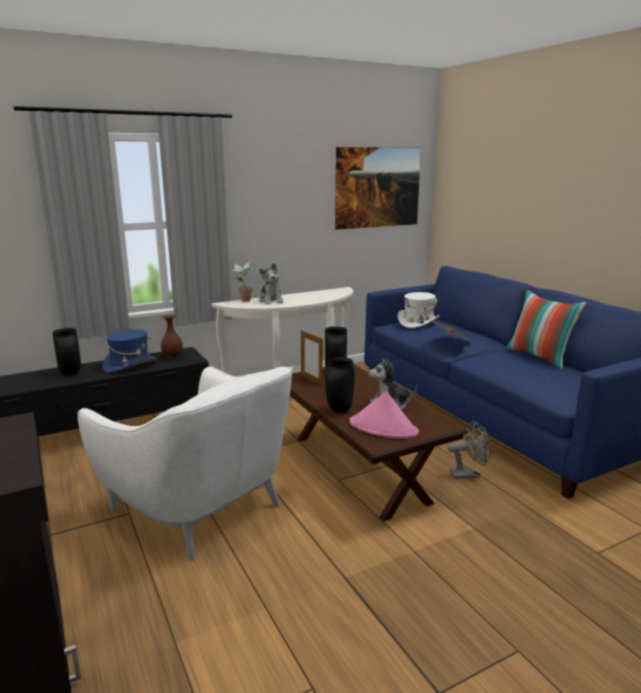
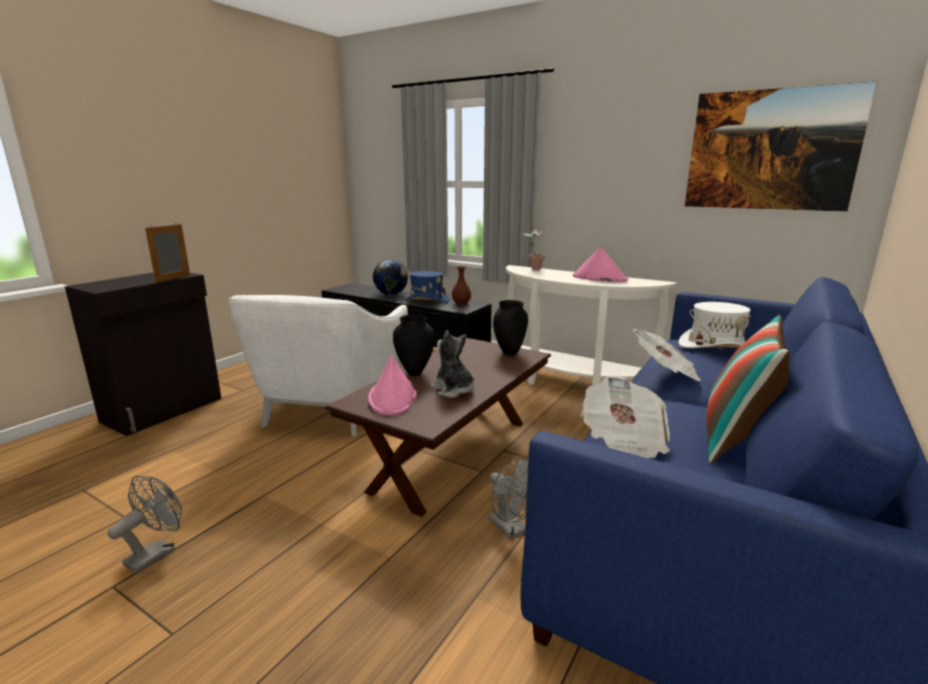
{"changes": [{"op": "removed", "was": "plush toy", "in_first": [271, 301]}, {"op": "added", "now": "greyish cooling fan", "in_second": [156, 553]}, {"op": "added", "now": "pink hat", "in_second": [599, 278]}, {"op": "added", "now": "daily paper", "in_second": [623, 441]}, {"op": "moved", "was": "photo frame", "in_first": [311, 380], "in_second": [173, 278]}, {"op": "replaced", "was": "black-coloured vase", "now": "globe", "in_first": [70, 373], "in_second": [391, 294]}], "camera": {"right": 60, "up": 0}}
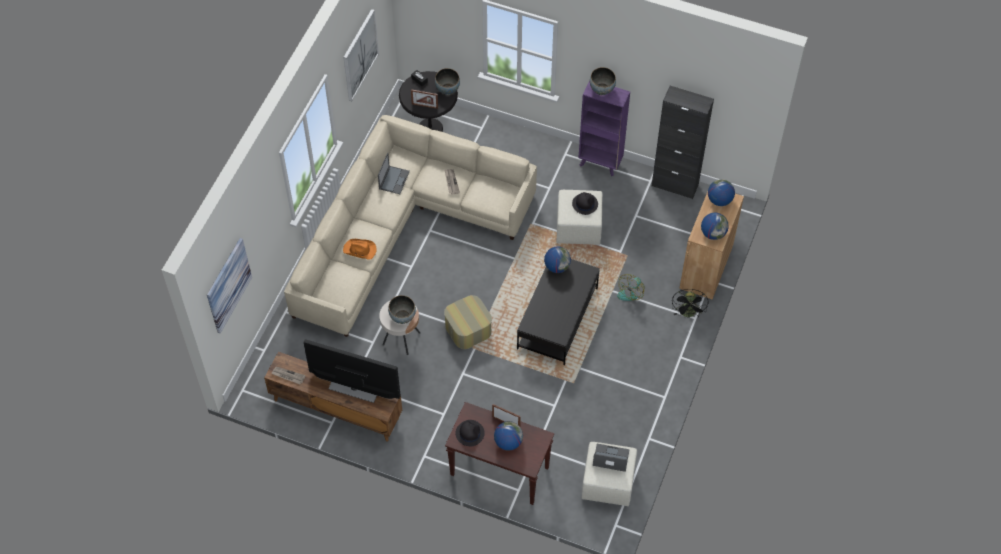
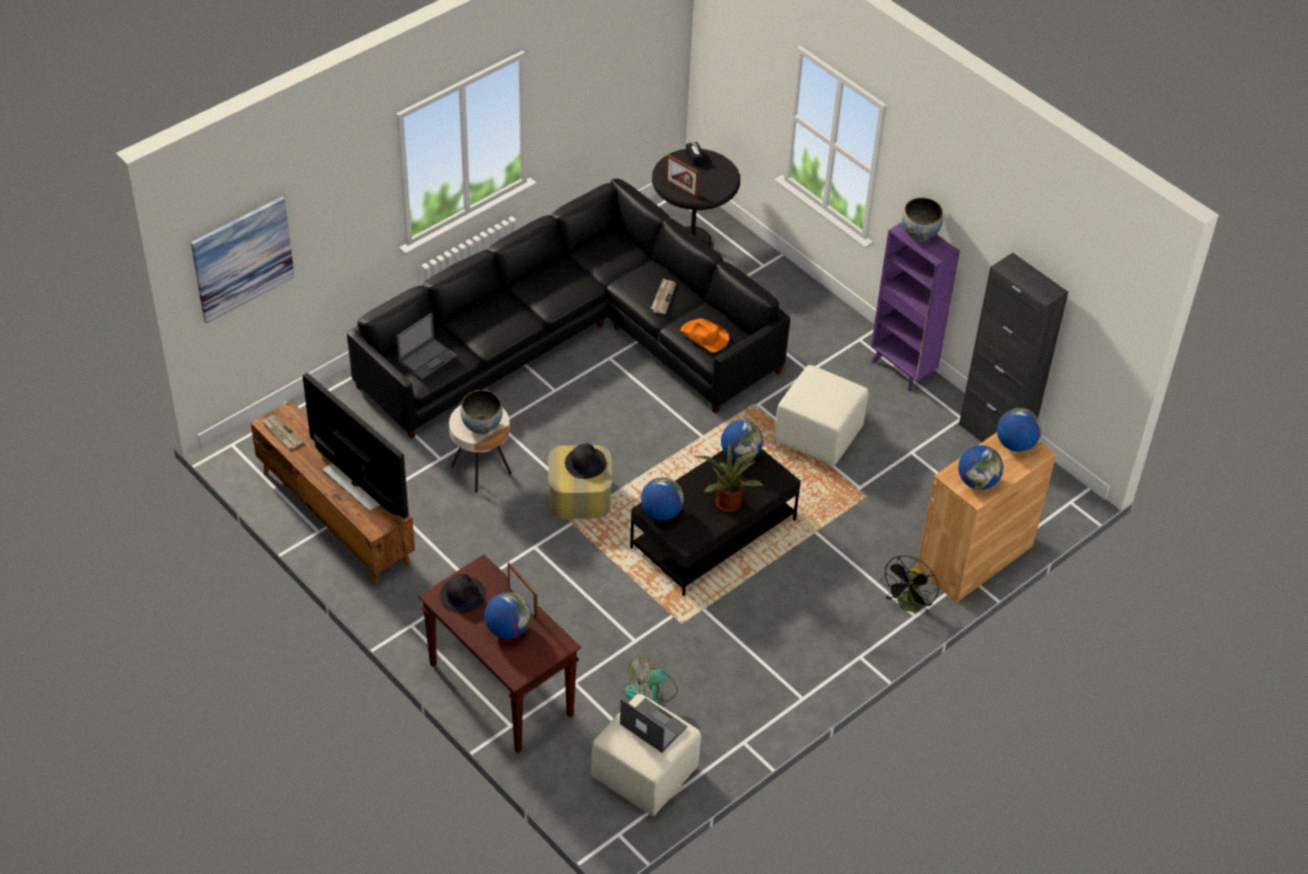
{"changes": [{"op": "removed", "was": "wall art", "in_first": [360, 55]}, {"op": "removed", "was": "bowl", "in_first": [447, 89]}, {"op": "added", "now": "globe", "in_second": [661, 512]}, {"op": "added", "now": "plant in a pot", "in_second": [728, 501]}, {"op": "moved", "was": "orange hat", "in_first": [360, 250], "in_second": [704, 337]}, {"op": "moved", "was": "portable computer", "in_first": [394, 179], "in_second": [428, 358]}, {"op": "moved", "was": "black-coloured hat", "in_first": [585, 204], "in_second": [585, 463]}, {"op": "moved", "was": "cooling fan", "in_first": [631, 291], "in_second": [651, 692]}, {"op": "recoloured", "was": "beige-coloured settee", "now": "black-coloured settee", "in_first": [402, 227], "in_second": [574, 340]}], "camera": {"right": 25, "up": -10}}
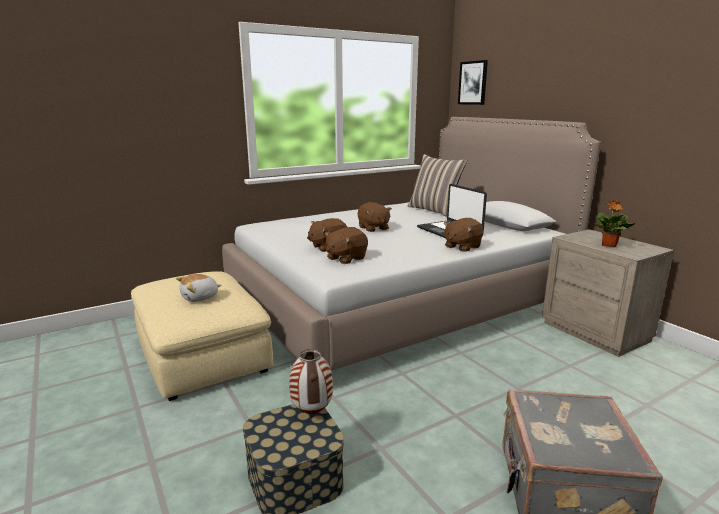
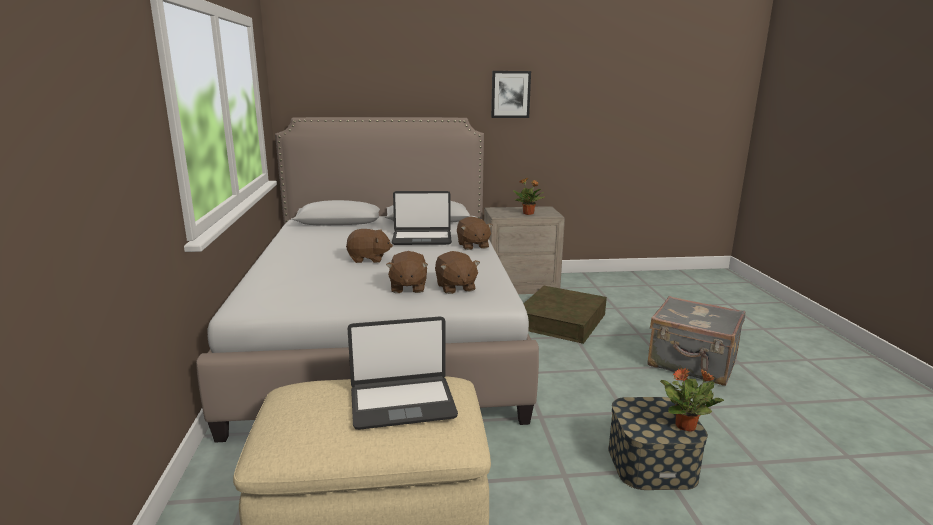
{"changes": [{"op": "removed", "was": "vase", "in_first": [311, 412]}, {"op": "removed", "was": "throw pillow", "in_first": [434, 210]}, {"op": "added", "now": "brown-coloured storage bin", "in_second": [561, 321]}, {"op": "added", "now": "plant in a pot", "in_second": [686, 426]}, {"op": "moved", "was": "wall art", "in_first": [473, 83], "in_second": [510, 94]}, {"op": "replaced", "was": "plush toy", "now": "portable computer", "in_first": [200, 297], "in_second": [402, 403]}], "camera": {"right": -65, "up": 0}}
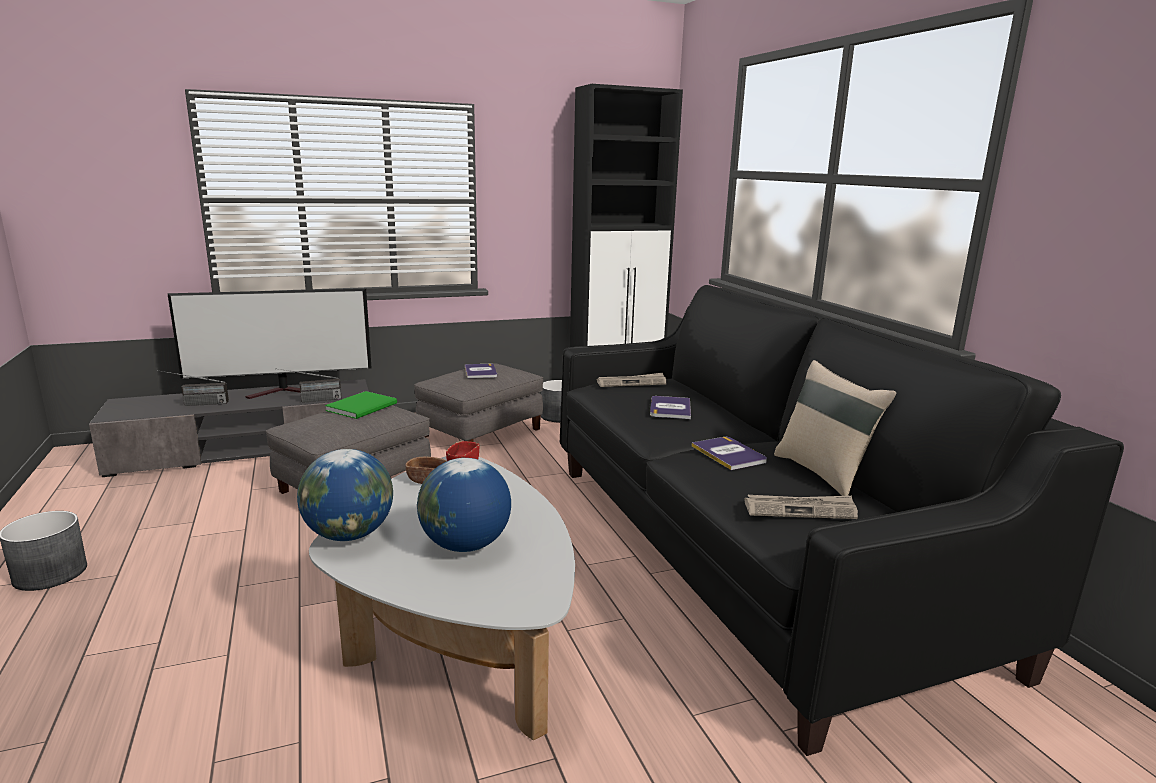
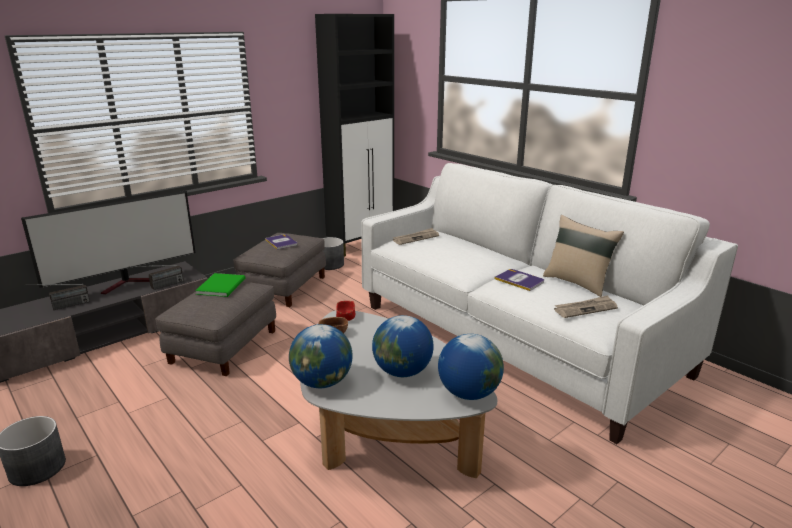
{"changes": [{"op": "removed", "was": "volume", "in_first": [670, 408]}, {"op": "added", "now": "globe", "in_second": [468, 393]}, {"op": "recoloured", "was": "black-coloured settee", "now": "white-coloured settee", "in_first": [745, 552], "in_second": [514, 338]}], "camera": {"right": -20, "up": 5}}
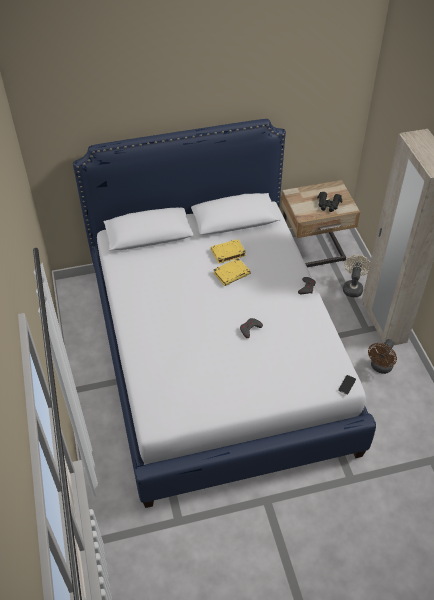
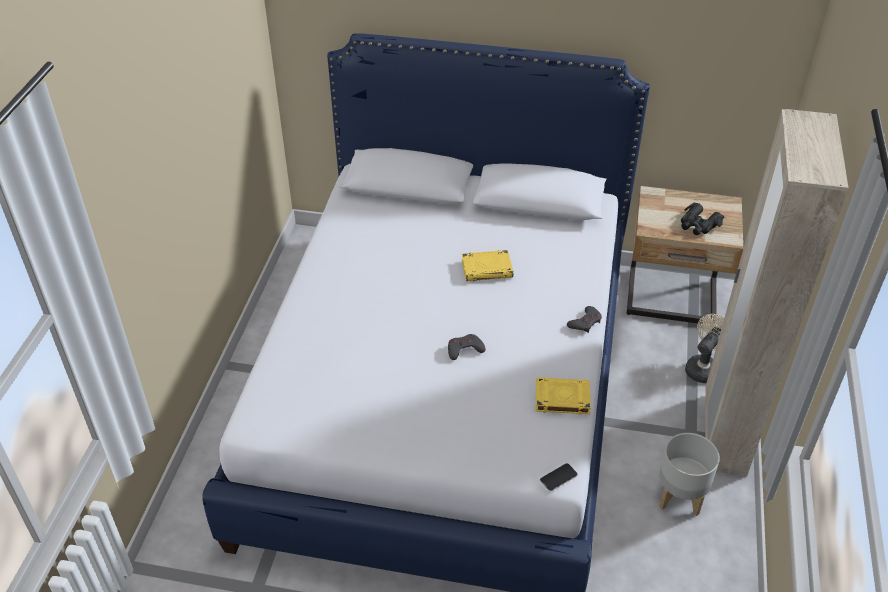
{"changes": [{"op": "moved", "was": "yellow volume", "in_first": [227, 253], "in_second": [561, 398]}, {"op": "replaced", "was": "brown-coloured cooling fan", "now": "greyish plant pot", "in_first": [380, 367], "in_second": [680, 496]}], "camera": {"right": 25, "up": -5}}
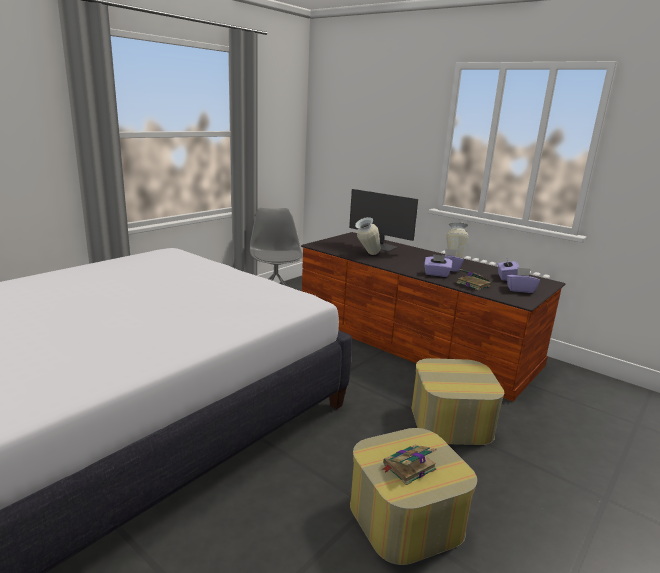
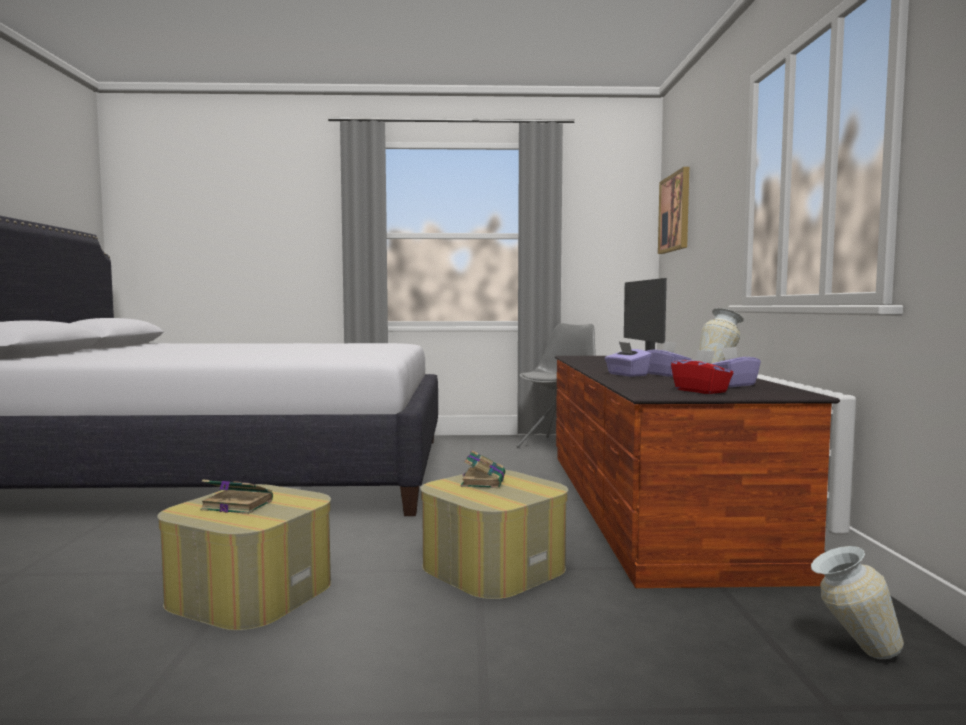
{"changes": [{"op": "added", "now": "wall art", "in_second": [675, 213]}, {"op": "moved", "was": "vase", "in_first": [366, 255], "in_second": [851, 652]}, {"op": "moved", "was": "volume", "in_first": [472, 284], "in_second": [483, 480]}, {"op": "recoloured", "was": "purple tissue box", "now": "red-coloured tissue box", "in_first": [520, 290], "in_second": [701, 391]}], "camera": {"right": 50, "up": -15}}
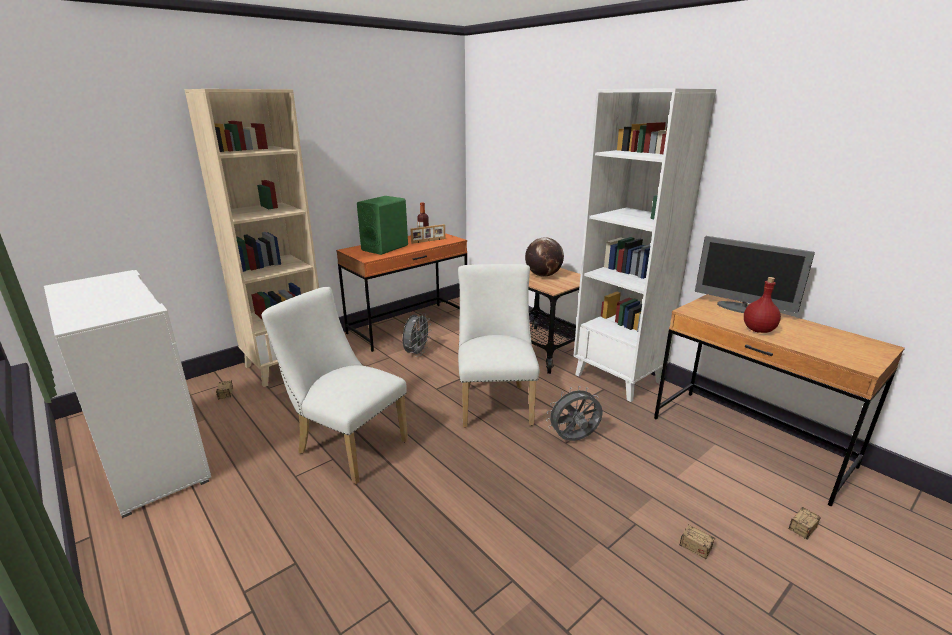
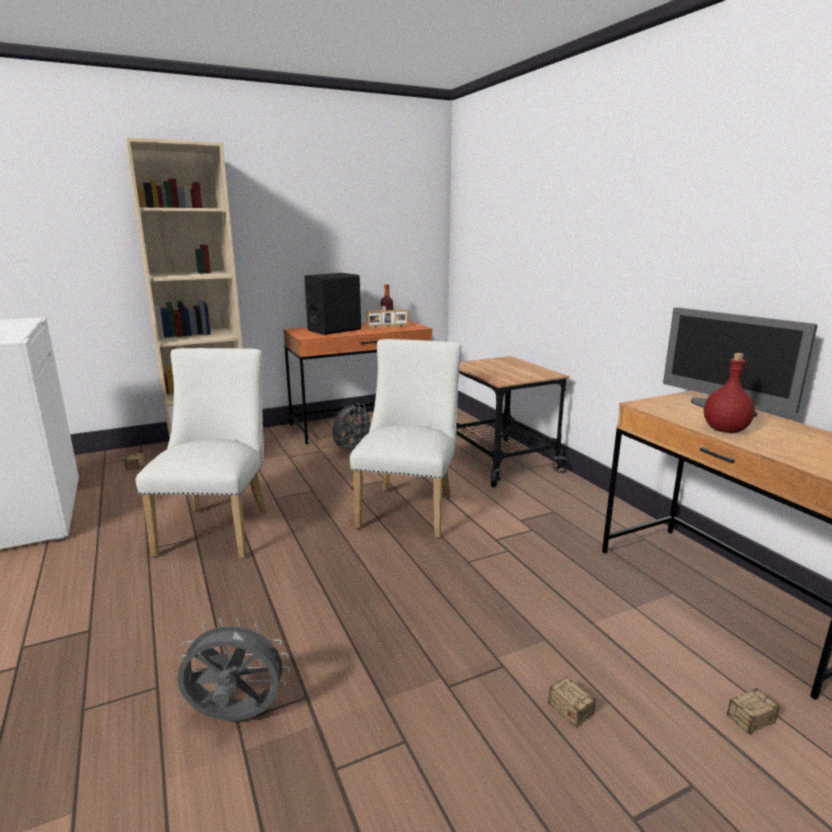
{"changes": [{"op": "removed", "was": "globe", "in_first": [543, 275]}, {"op": "removed", "was": "white-coloured bookshelf", "in_first": [619, 378]}, {"op": "moved", "was": "greyish cooling fan", "in_first": [574, 440], "in_second": [235, 717]}, {"op": "recoloured", "was": "greenish loudspeaker", "now": "black-coloured loudspeaker", "in_first": [385, 248], "in_second": [334, 330]}, {"op": "turned", "was": "white-coloured chair", "in_first": [347, 445], "in_second": [219, 527], "clockwise": 45}], "camera": {"right": 15, "up": -5}}
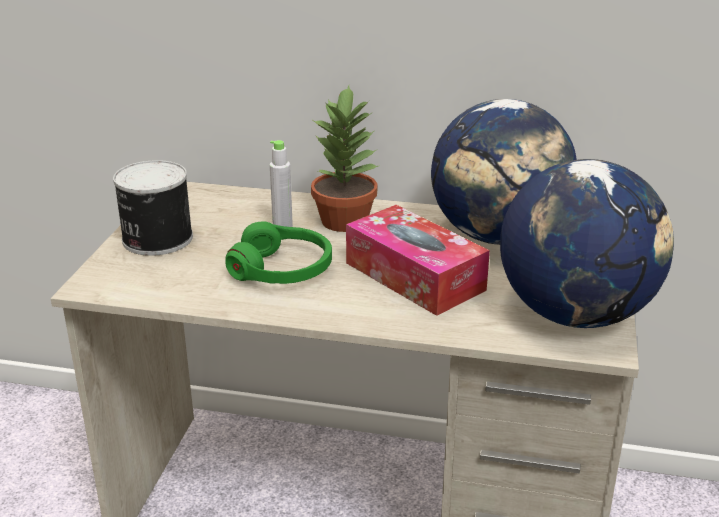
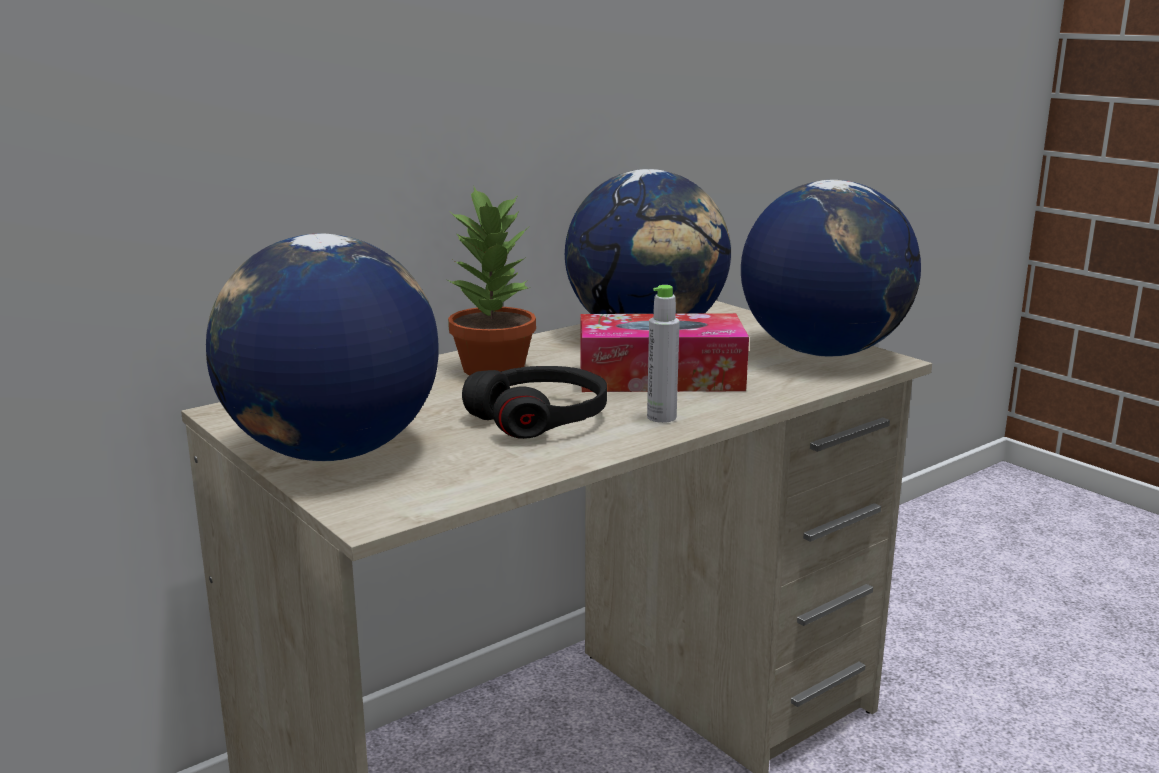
{"changes": [{"op": "moved", "was": "greyish beverage bottle", "in_first": [282, 227], "in_second": [661, 417]}, {"op": "replaced", "was": "metal can", "now": "globe", "in_first": [155, 239], "in_second": [331, 452]}, {"op": "recoloured", "was": "greenish pair of headphones", "now": "black-coloured pair of headphones", "in_first": [282, 269], "in_second": [540, 418]}], "camera": {"right": -50, "up": -10}}
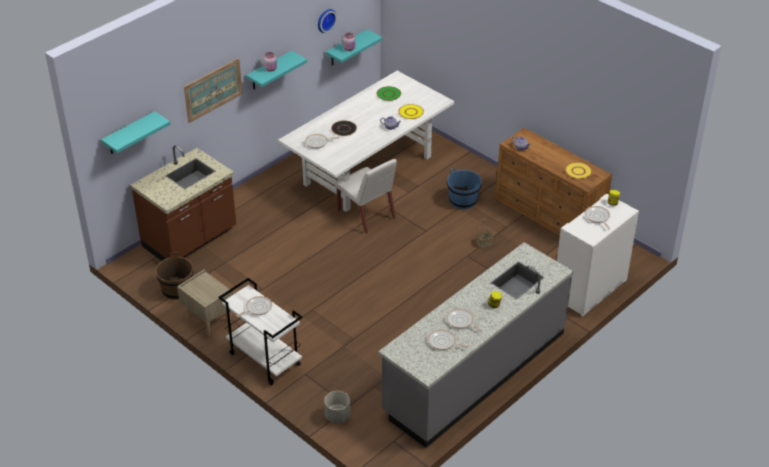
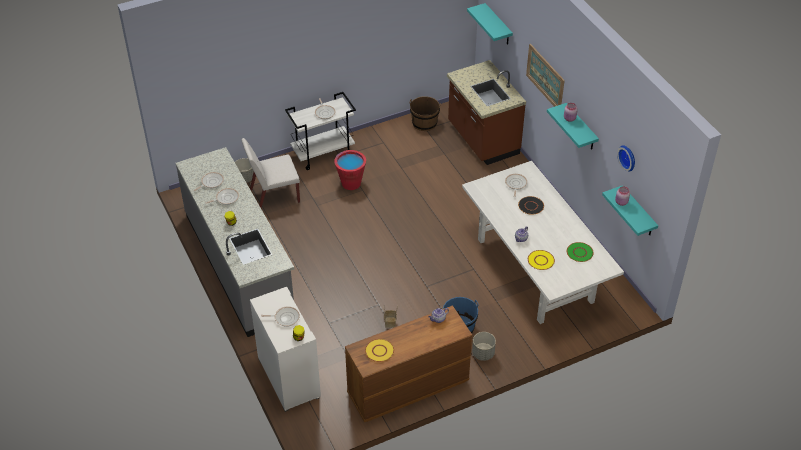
{"changes": [{"op": "removed", "was": "beige-coloured night table", "in_first": [208, 319]}, {"op": "added", "now": "red-coloured bucket", "in_second": [351, 183]}, {"op": "added", "now": "greyish plant pot", "in_second": [483, 353]}, {"op": "moved", "was": "white-coloured chair", "in_first": [367, 215], "in_second": [274, 196]}], "camera": {"right": 110, "up": 5}}
